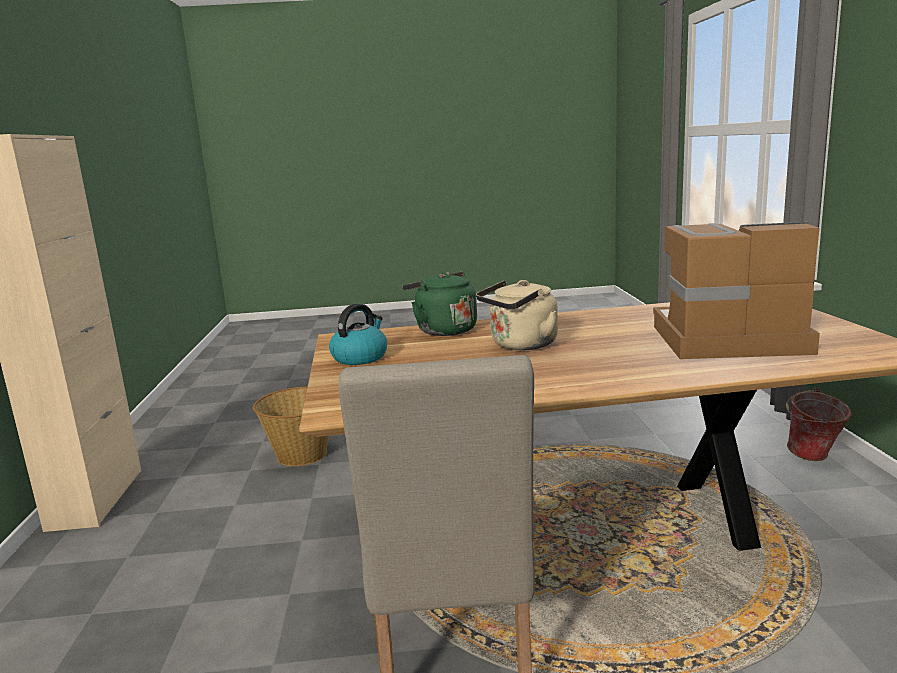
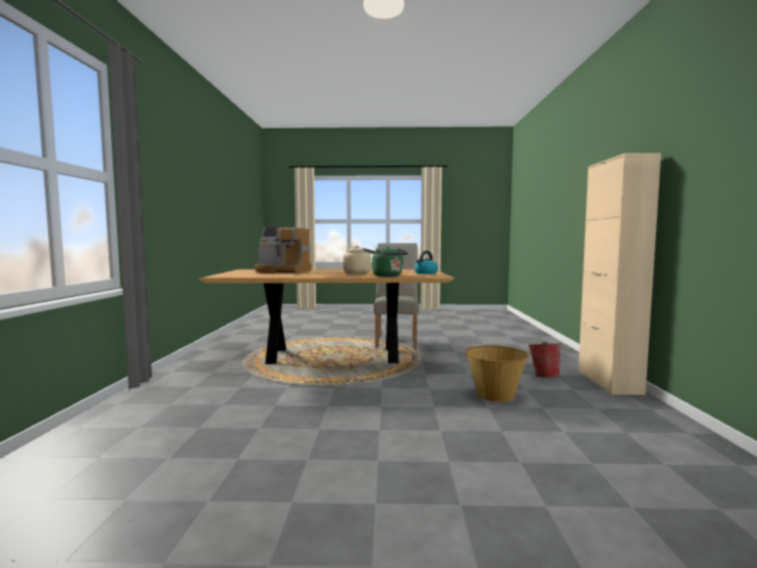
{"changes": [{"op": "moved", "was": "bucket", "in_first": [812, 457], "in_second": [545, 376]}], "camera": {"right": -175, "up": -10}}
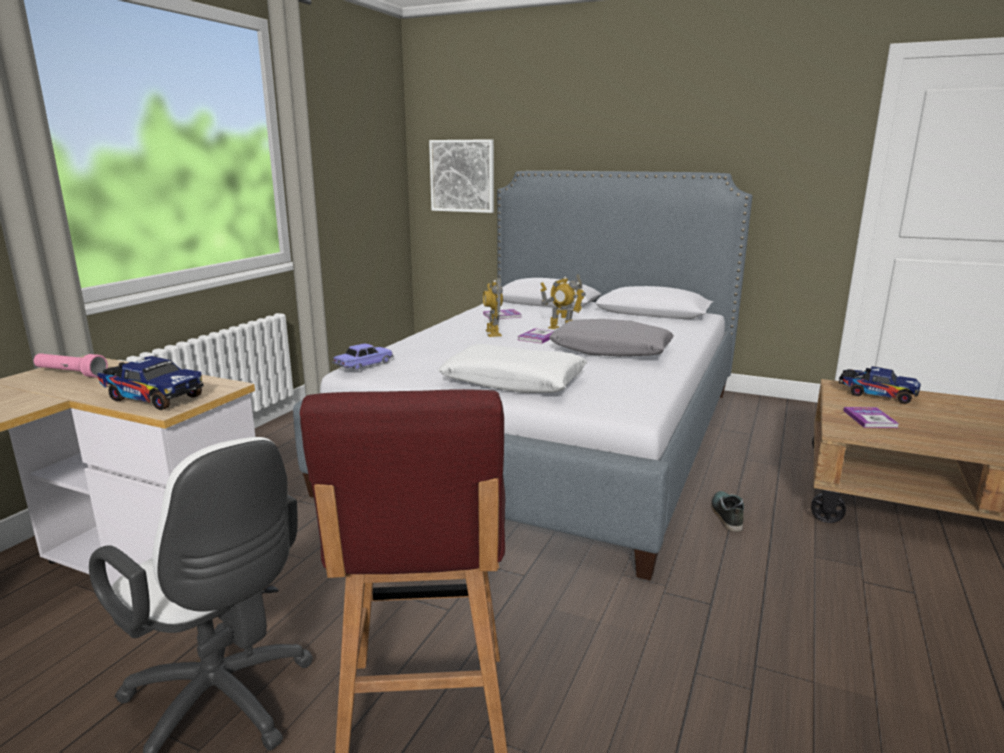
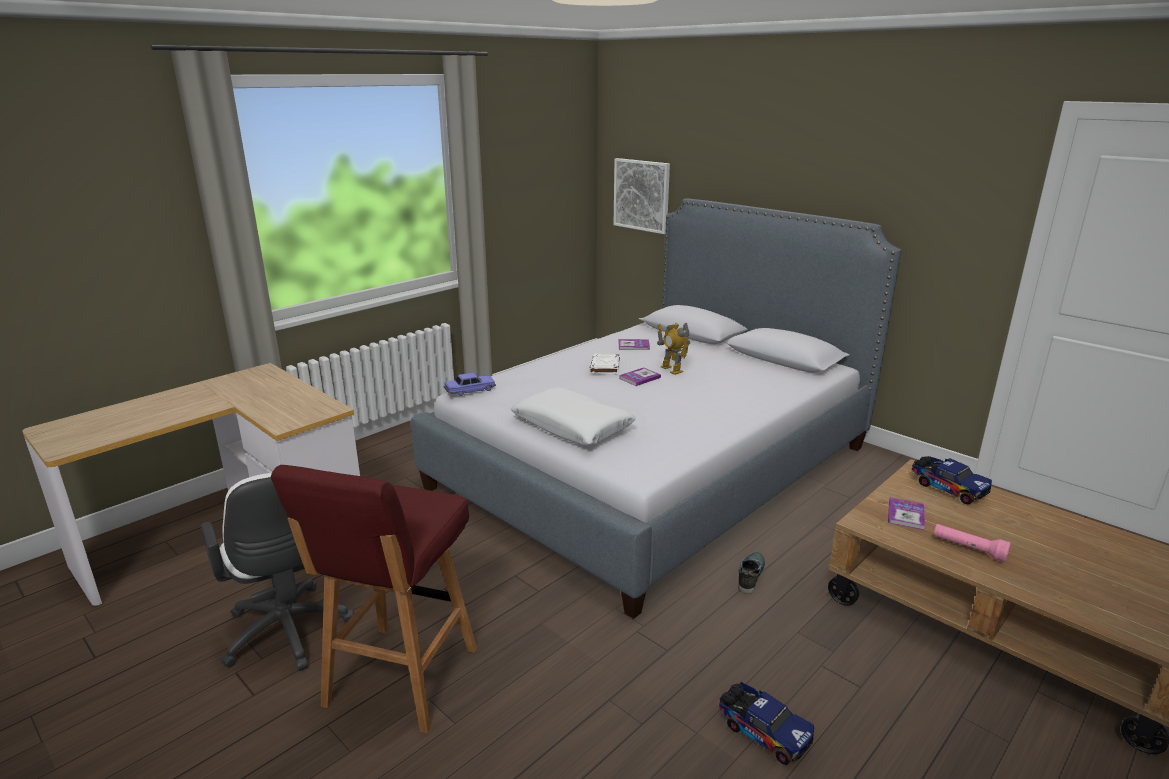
{"changes": [{"op": "removed", "was": "greyish throw pillow", "in_first": [611, 351]}, {"op": "moved", "was": "pink hand torch", "in_first": [71, 374], "in_second": [968, 549]}, {"op": "moved", "was": "toy lorry", "in_first": [152, 398], "in_second": [762, 731]}, {"op": "replaced", "was": "toy robot", "now": "white-coloured volume", "in_first": [493, 333], "in_second": [605, 367]}], "camera": {"right": 20, "up": 5}}
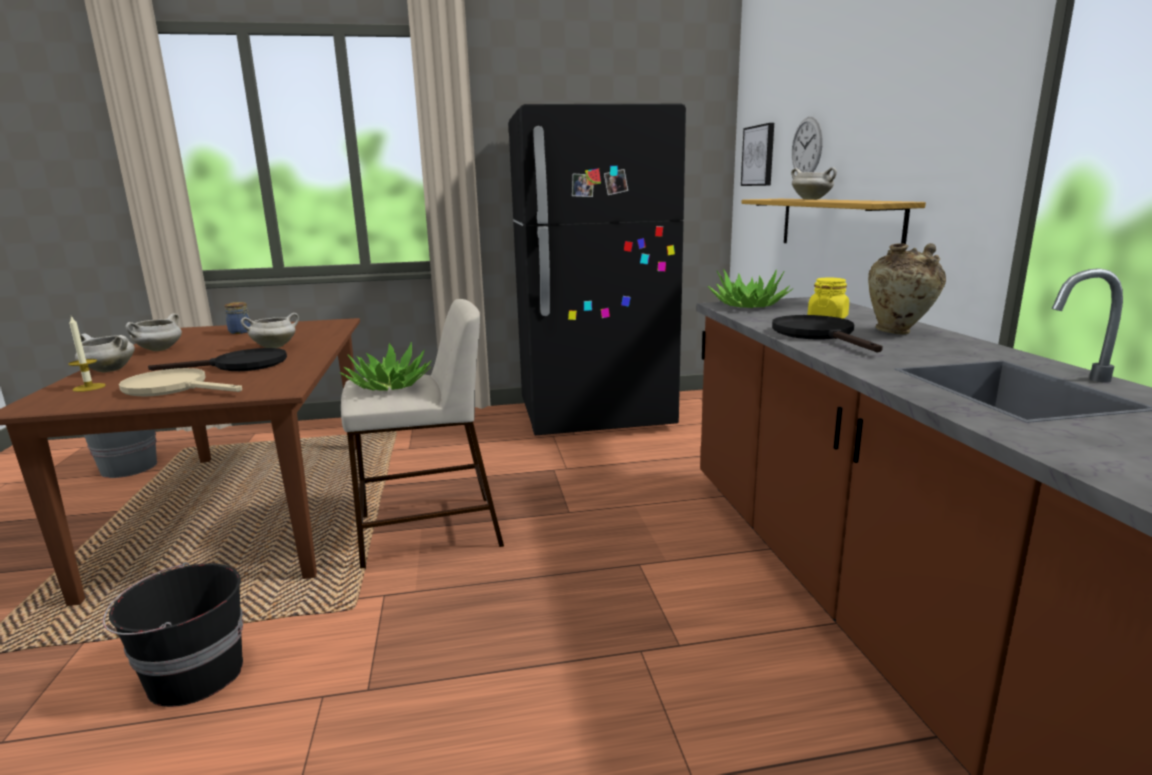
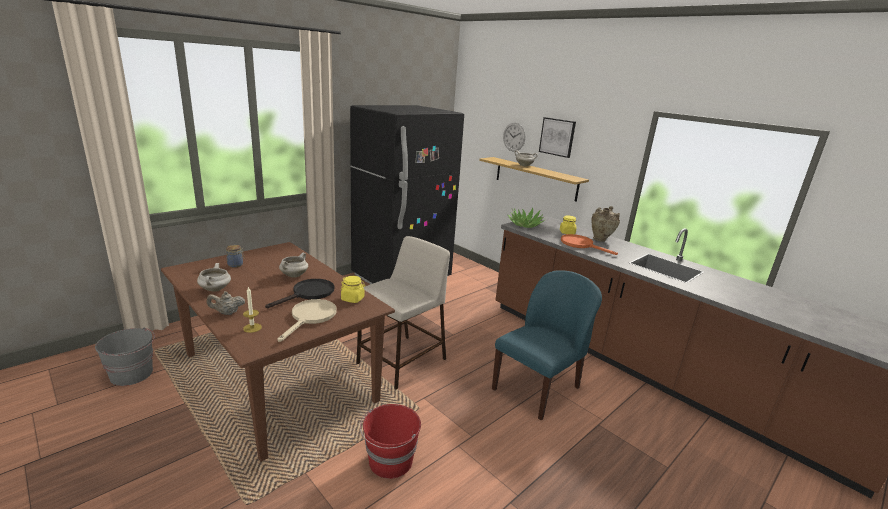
{"changes": [{"op": "removed", "was": "plant in a pot", "in_first": [389, 385]}, {"op": "added", "now": "yellow preserve jar", "in_second": [353, 299]}, {"op": "added", "now": "bluish chair", "in_second": [537, 388]}, {"op": "moved", "was": "wall art", "in_first": [759, 156], "in_second": [557, 137]}, {"op": "replaced", "was": "white-coloured saucepot", "now": "beige-coloured pot for tea", "in_first": [108, 370], "in_second": [227, 313]}, {"op": "recoloured", "was": "black-coloured bucket", "now": "red-coloured bucket", "in_first": [193, 675], "in_second": [390, 461]}, {"op": "recoloured", "was": "black-coloured pan", "now": "orange pan", "in_first": [819, 335], "in_second": [581, 245]}, {"op": "turned", "was": "beige-coloured pan", "in_first": [174, 388], "in_second": [311, 317], "clockwise": 120}], "camera": {"right": -35, "up": 5}}
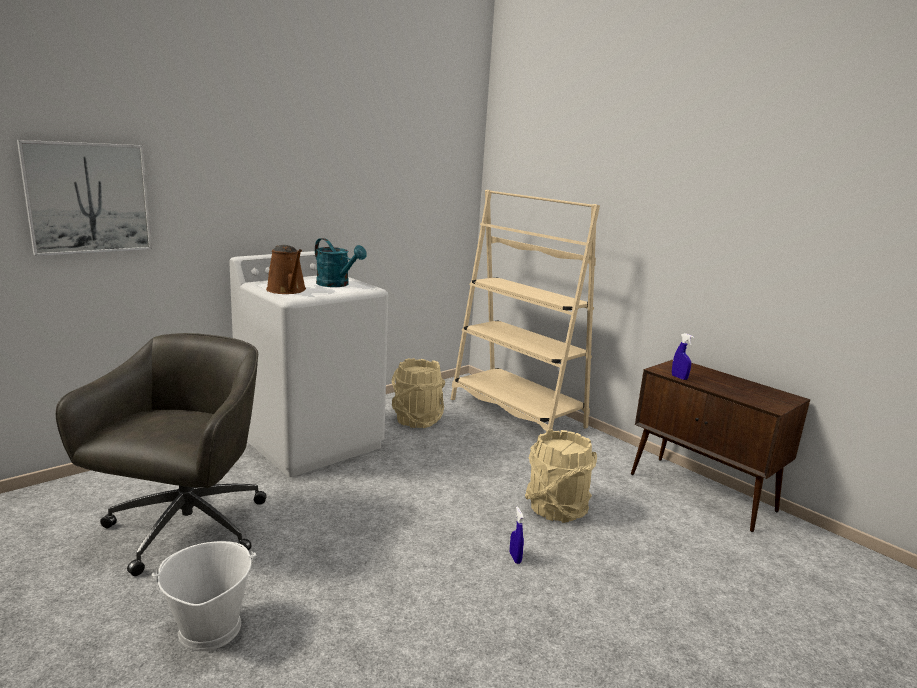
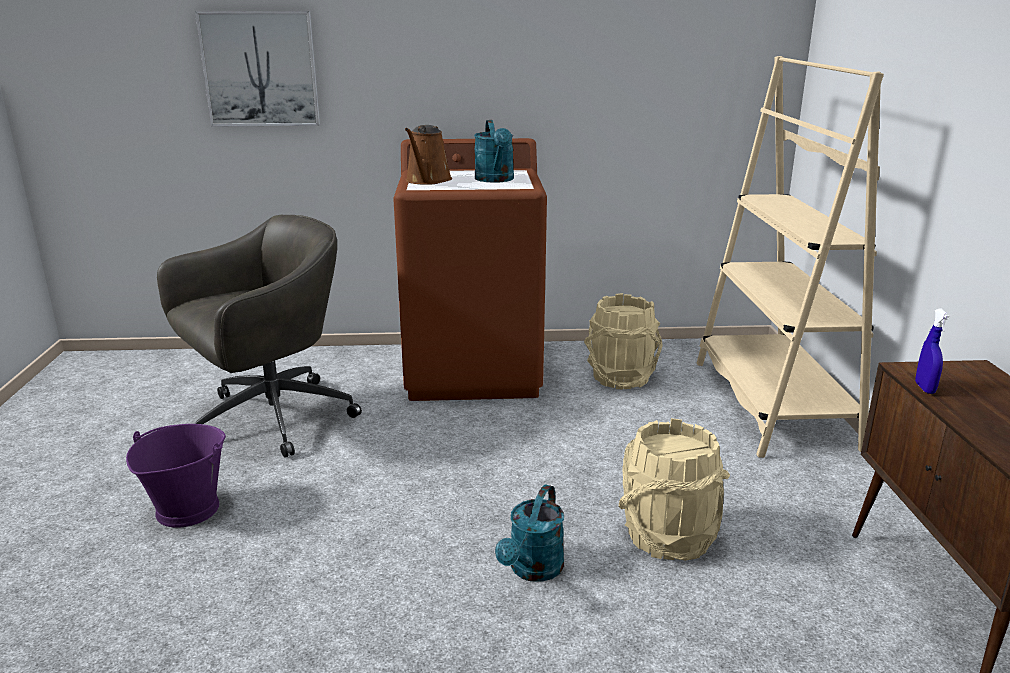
{"changes": [{"op": "replaced", "was": "bluish sprayer", "now": "blue-green sprinkling can", "in_first": [515, 558], "in_second": [533, 570]}, {"op": "recoloured", "was": "white-coloured bucket", "now": "purple bucket", "in_first": [209, 629], "in_second": [187, 509]}, {"op": "recoloured", "was": "white-coloured washing machine", "now": "brown-coloured washing machine", "in_first": [311, 441], "in_second": [474, 371]}], "camera": {"right": 40, "up": 5}}
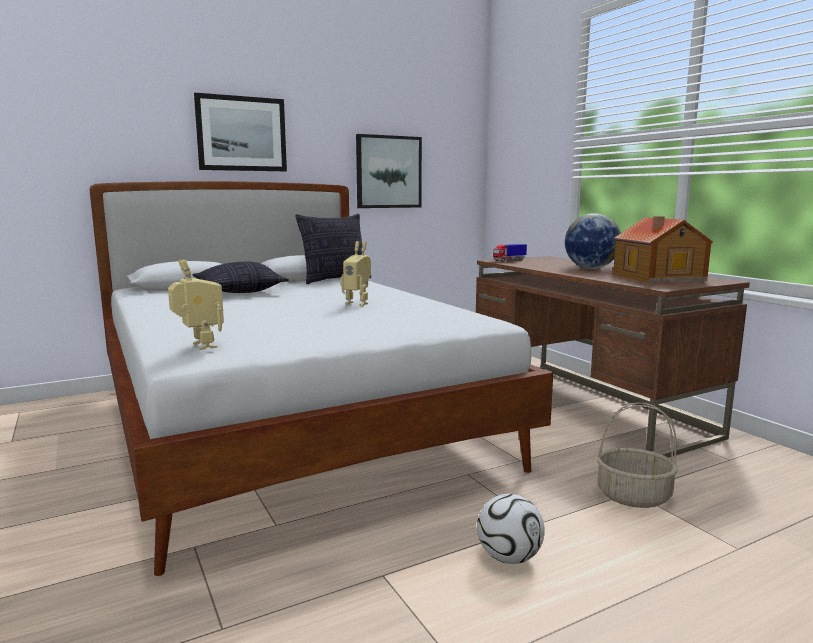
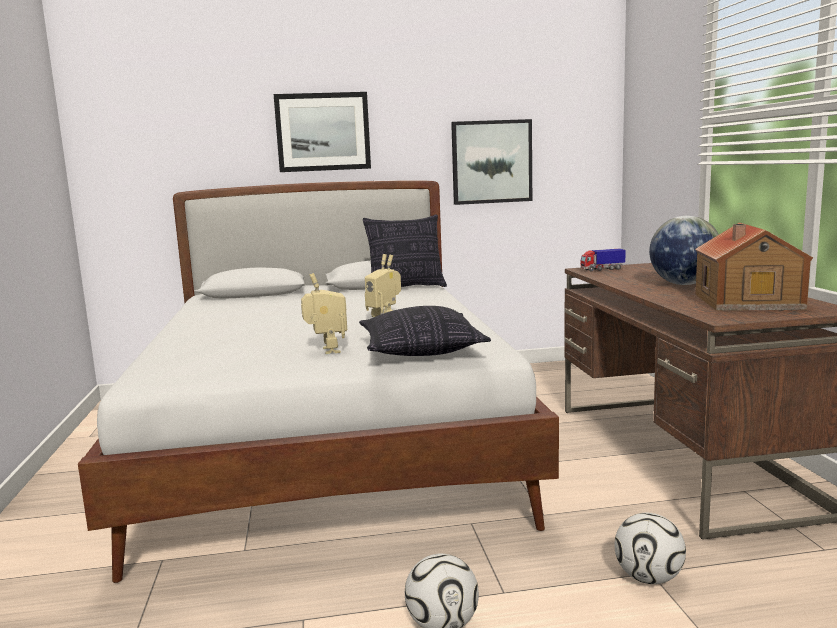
{"changes": [{"op": "moved", "was": "toy robot", "in_first": [199, 346], "in_second": [326, 350]}, {"op": "moved", "was": "throw pillow", "in_first": [239, 292], "in_second": [420, 351]}, {"op": "replaced", "was": "basket", "now": "ball for football", "in_first": [634, 496], "in_second": [649, 578]}], "camera": {"right": 20, "up": 0}}
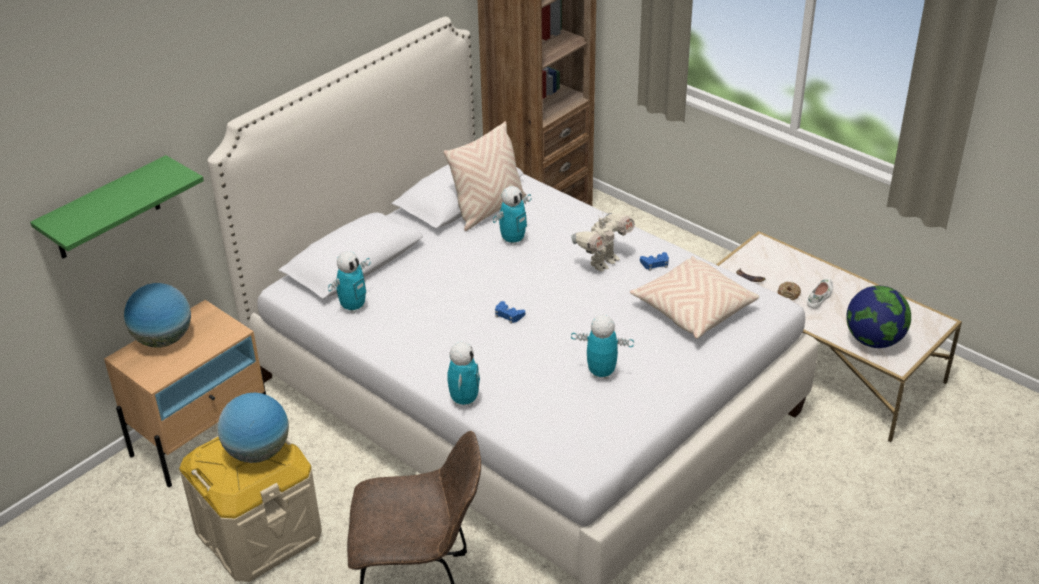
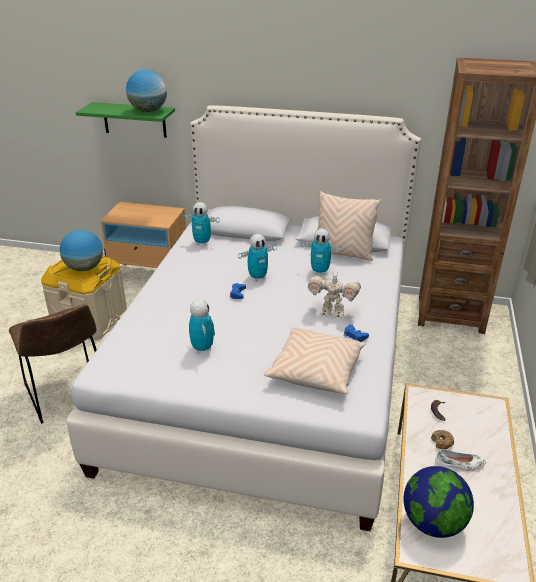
{"changes": [{"op": "moved", "was": "globe", "in_first": [163, 339], "in_second": [148, 111]}, {"op": "moved", "was": "toy robot", "in_first": [464, 400], "in_second": [258, 277]}], "camera": {"right": 60, "up": -5}}
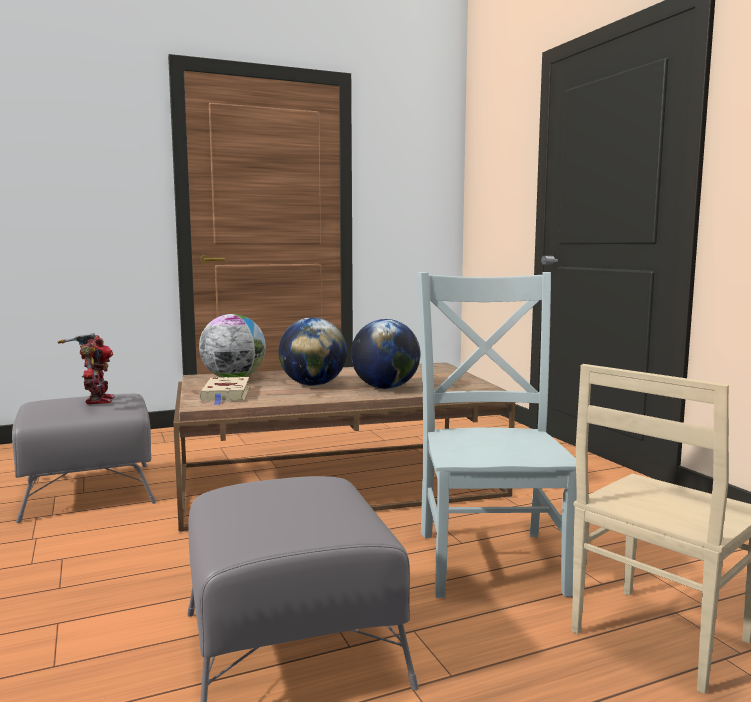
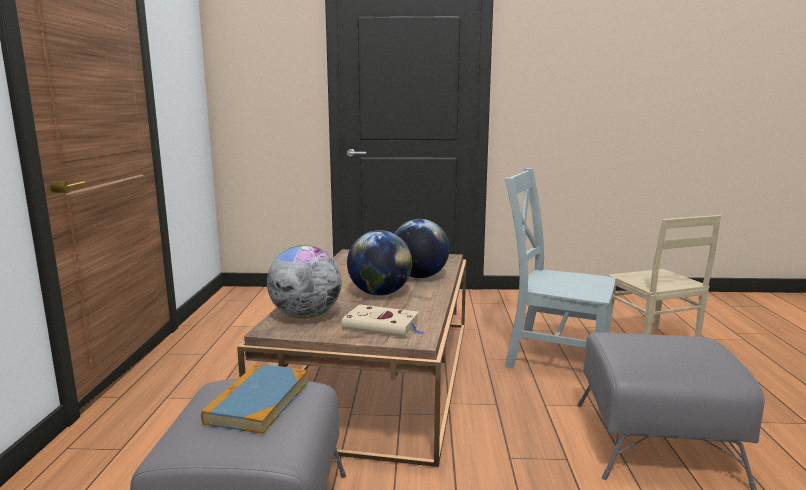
{"changes": [{"op": "replaced", "was": "toy robot", "now": "volume", "in_first": [97, 400], "in_second": [258, 401]}], "camera": {"right": -65, "up": 5}}
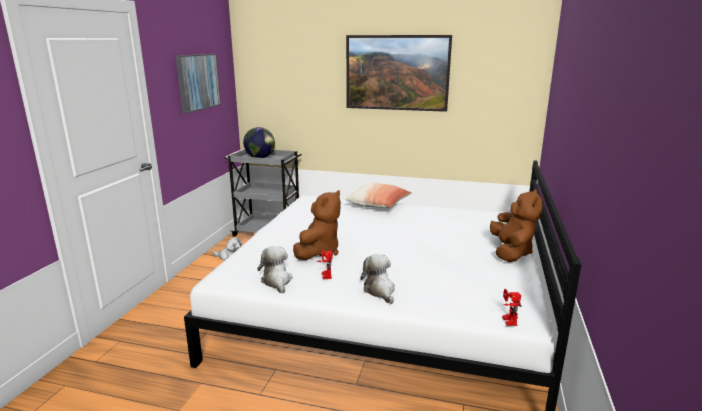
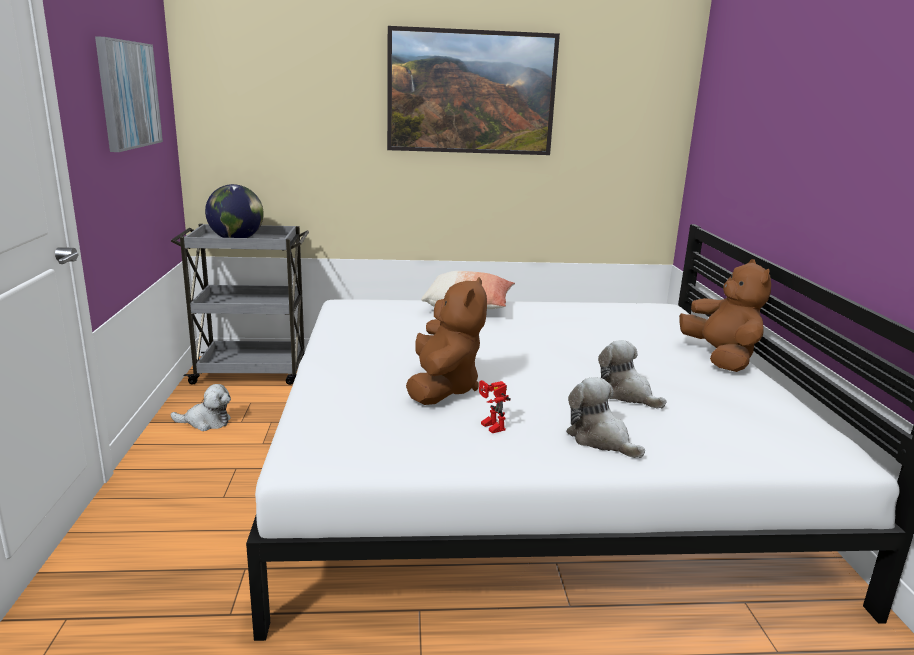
{"changes": [{"op": "removed", "was": "toy robot", "in_first": [506, 320]}, {"op": "moved", "was": "plush toy", "in_first": [277, 281], "in_second": [626, 394]}], "camera": {"right": -20, "up": 0}}
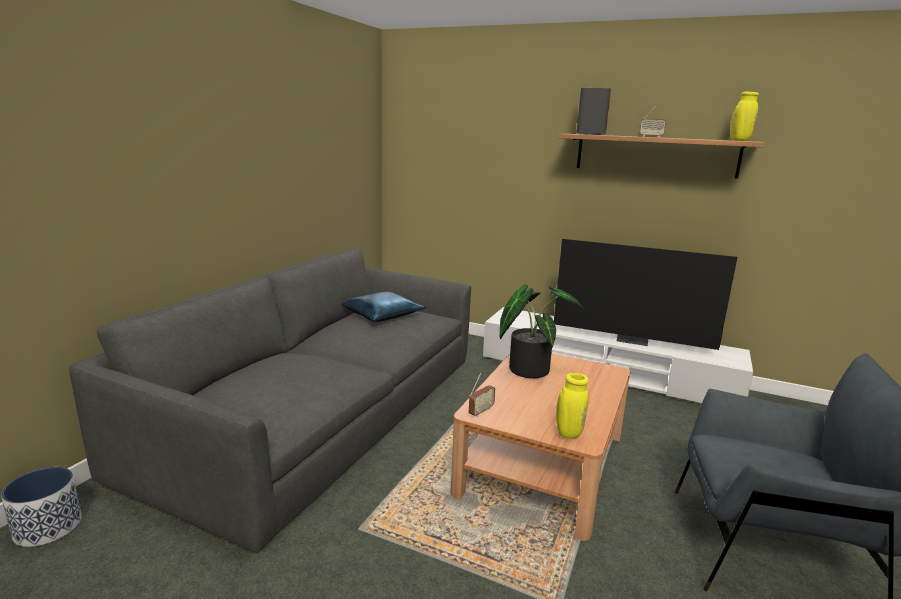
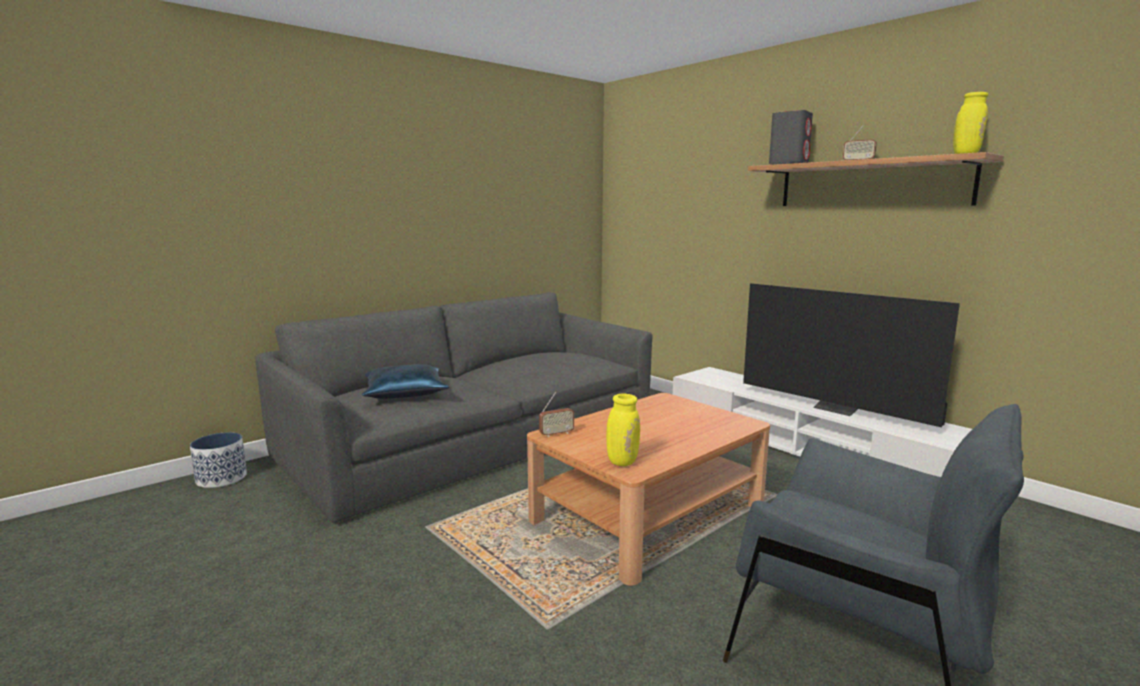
{"changes": [{"op": "removed", "was": "plant in a pot", "in_first": [530, 368]}, {"op": "moved", "was": "bluish throw pillow", "in_first": [382, 315], "in_second": [405, 392]}], "camera": {"right": 25, "up": -5}}
